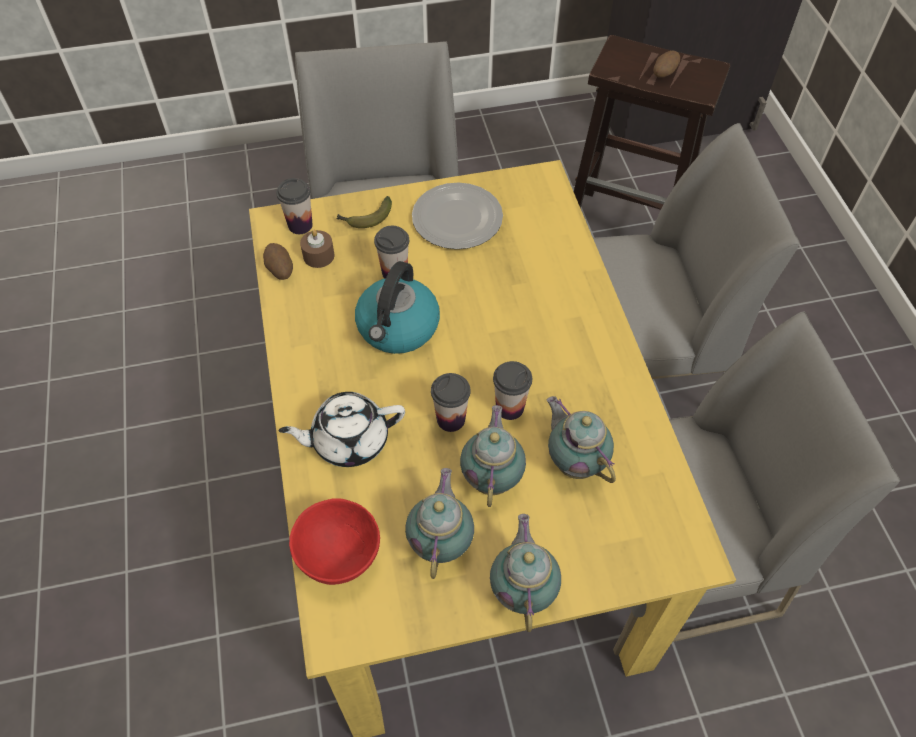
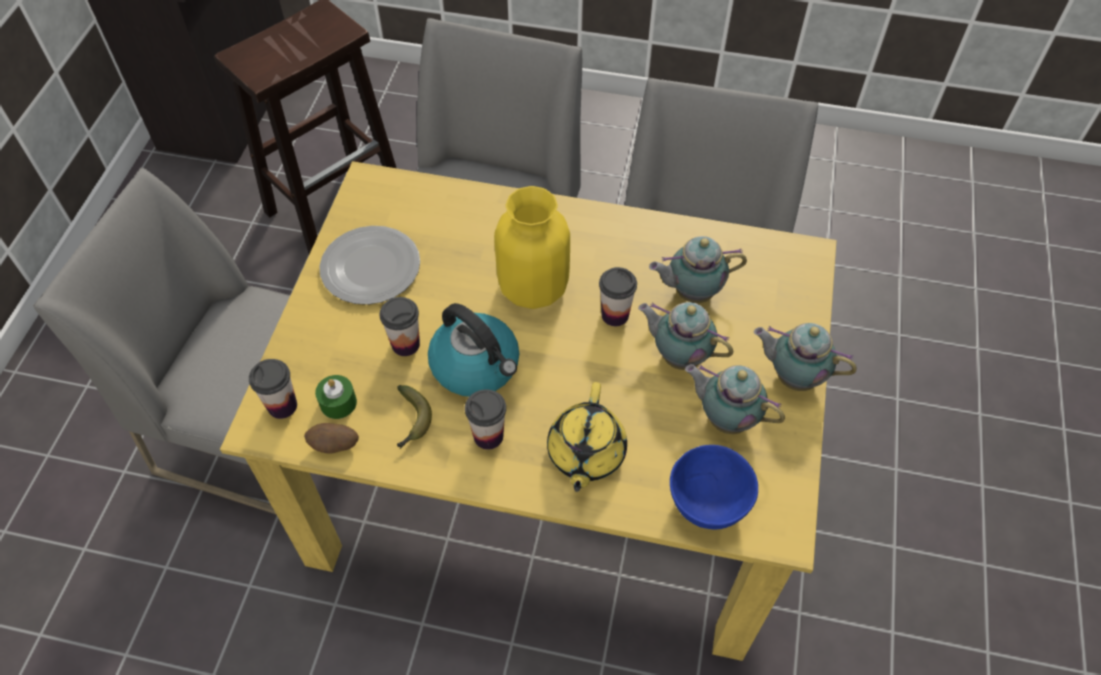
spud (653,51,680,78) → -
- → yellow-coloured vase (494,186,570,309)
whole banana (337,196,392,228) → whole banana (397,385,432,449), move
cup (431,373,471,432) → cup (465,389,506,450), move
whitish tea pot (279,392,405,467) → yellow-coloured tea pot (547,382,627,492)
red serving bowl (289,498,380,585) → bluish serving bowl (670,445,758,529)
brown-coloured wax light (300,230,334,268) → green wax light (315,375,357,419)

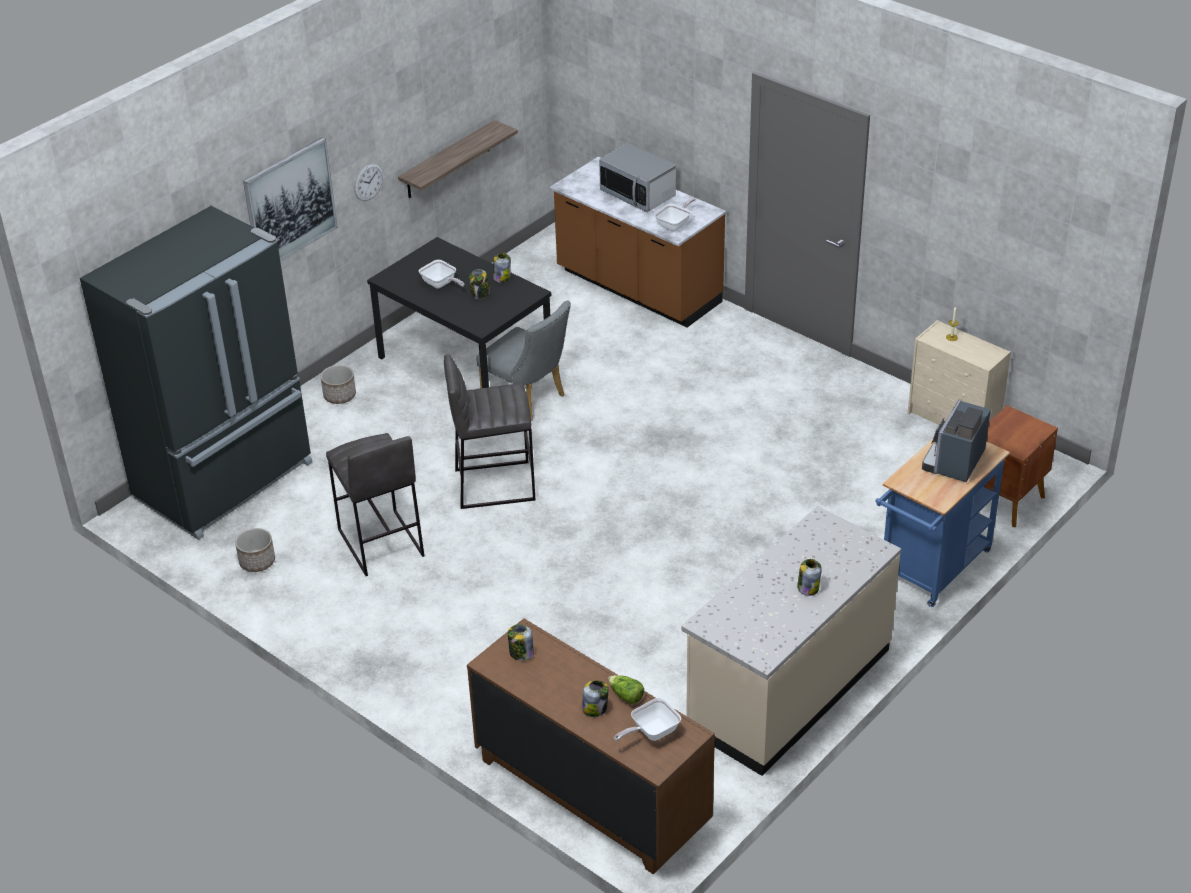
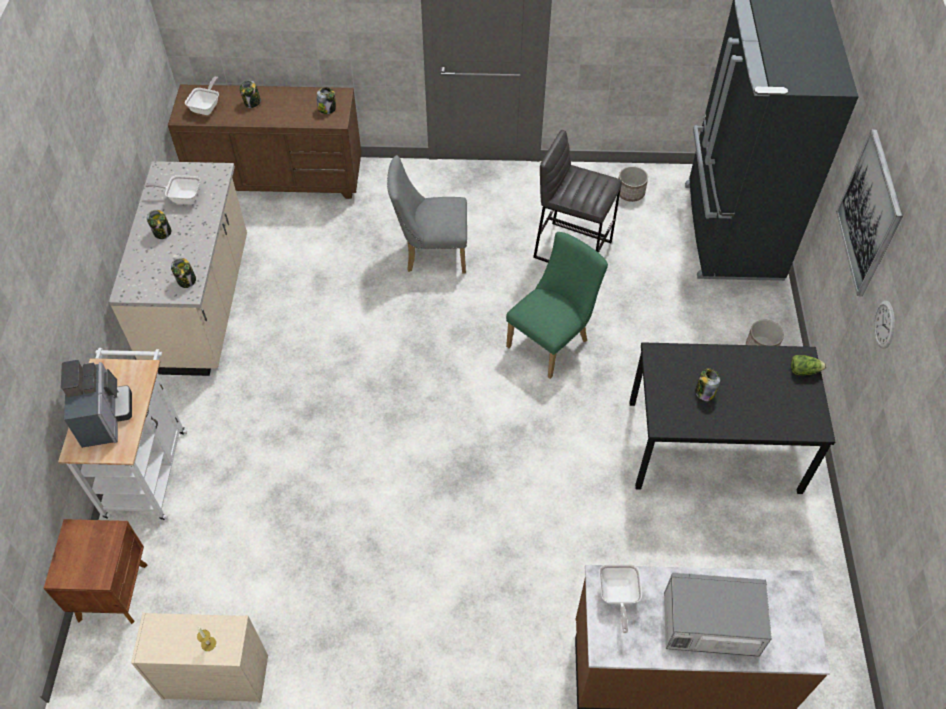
wall shelf (398,120,518,198) → -
pan (419,260,464,288) → pan (145,175,200,204), move
greyish chair (476,300,571,421) → greyish chair (387,155,467,273), move
storage jar (493,253,511,282) → storage jar (171,258,196,288), move
lettuce head (608,675,644,704) → lettuce head (791,355,827,376), move
greyish sitting stool (444,355,535,509) → green chair (506,232,608,379)
bluish cart (875,439,1010,607) → whitish cart (58,348,187,520)

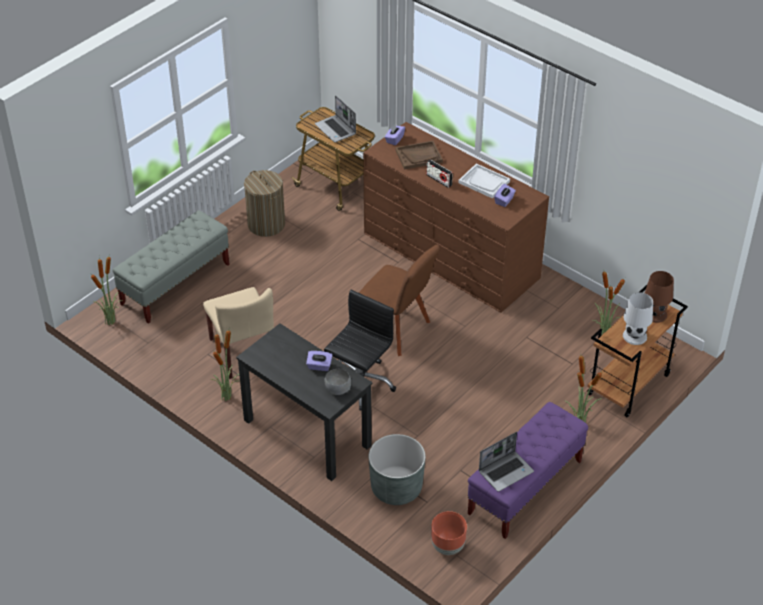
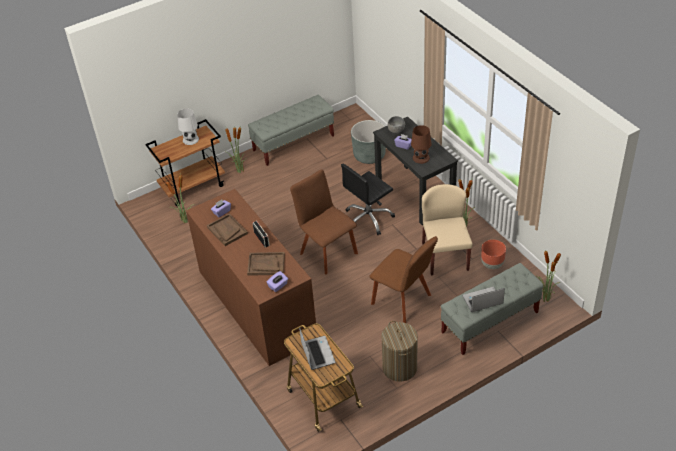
- → brown-coloured chair (370,236,438,323)
brown-coloured flower pot (431,511,467,555) → brown-coloured flower pot (481,240,506,269), move
portable computer (479,432,534,492) → portable computer (463,287,505,312), move
brown-coloured tabletop lamp (645,271,674,323) → brown-coloured tabletop lamp (411,125,431,164), move
whitish tray (458,164,510,199) → brown-coloured tray (207,214,248,246)
purple bench (468,402,588,539) → greyish bench (248,95,334,166)

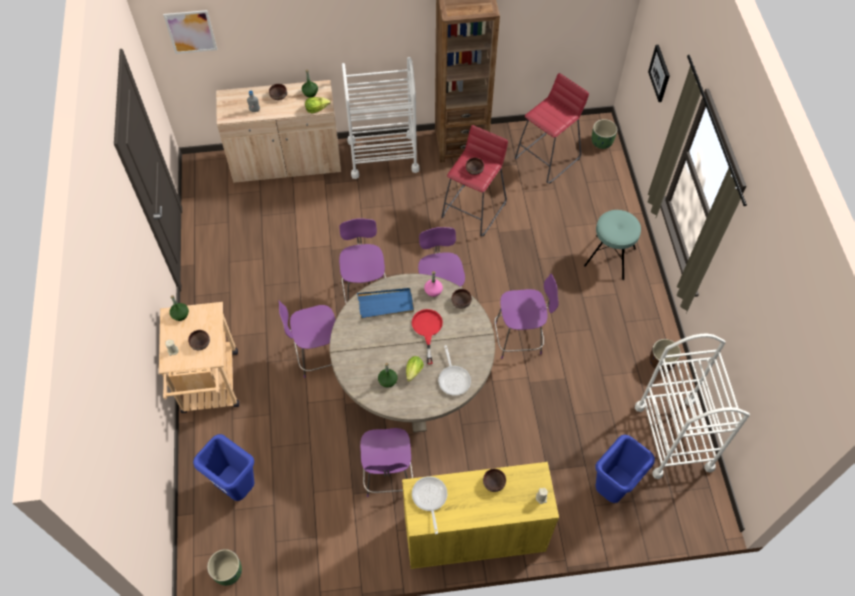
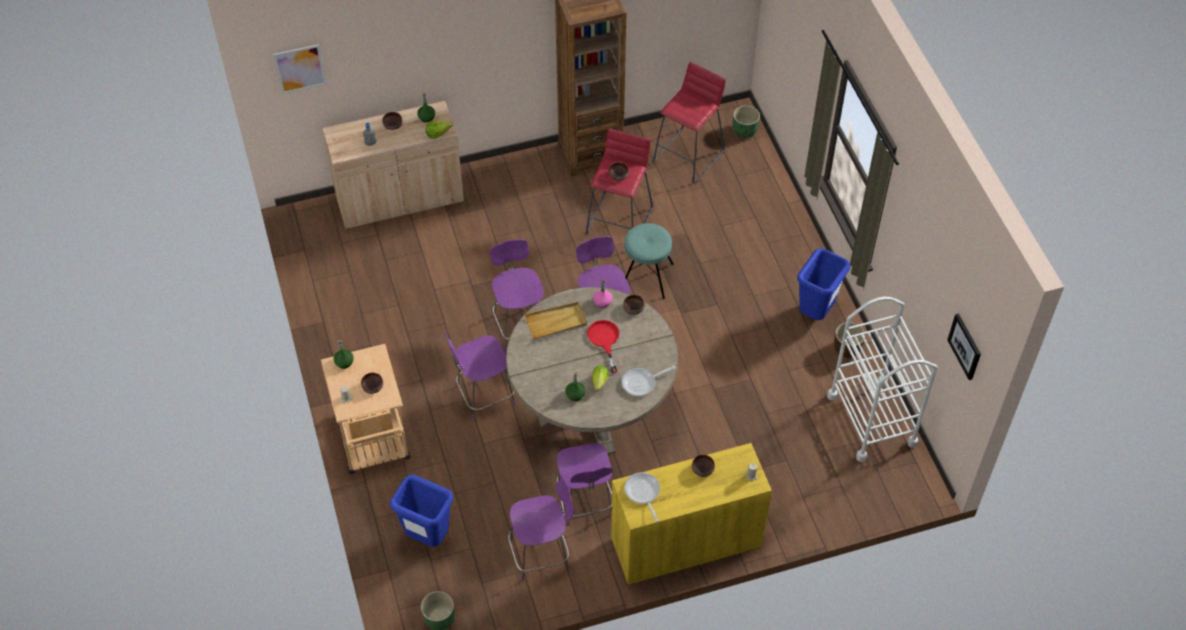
whitish cart (342,57,419,179) → -
purple chair (494,273,559,359) → purple chair (508,475,574,581), move
turquoise-coloured sitting stool (584,210,641,280) → turquoise-coloured sitting stool (624,223,674,299), move
bluish trash can (595,435,655,503) → bluish trash can (797,248,850,320), move
wall art (648,45,670,102) → wall art (947,313,981,380), move
bluish tray (357,288,414,319) → beige tray (525,302,587,339)
pan (438,345,471,396) → pan (622,366,675,396), 90 degrees clockwise

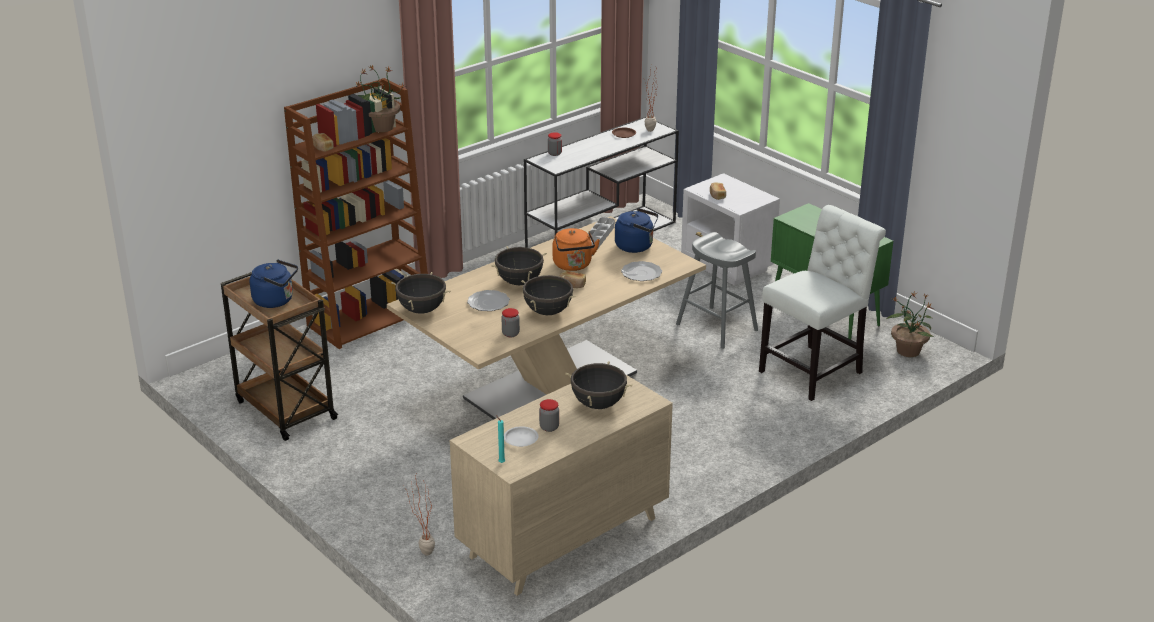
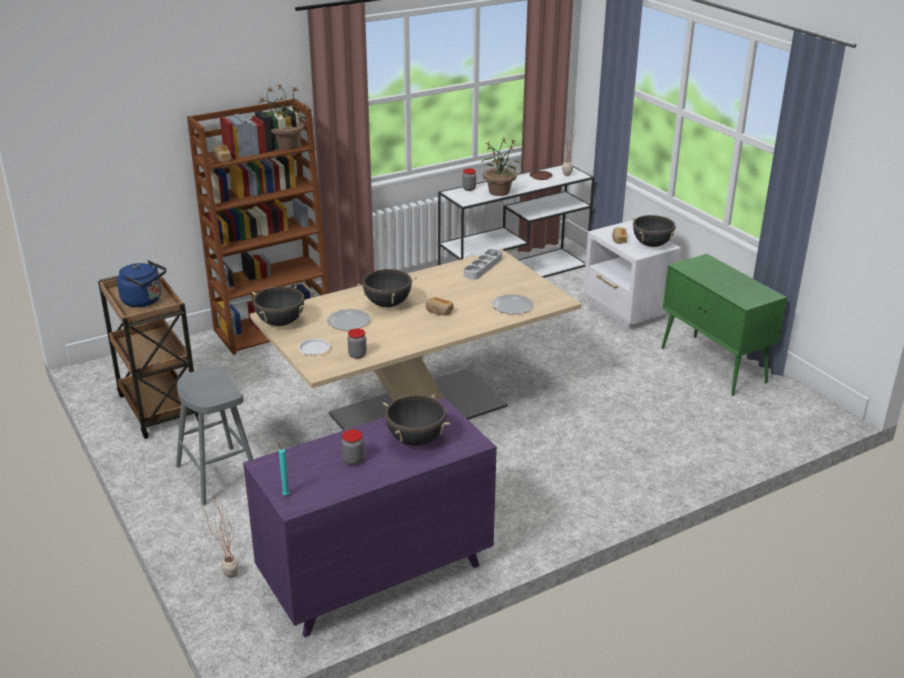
orange water kettle (553,228,600,271) → -
bluish water kettle (615,208,658,253) → -
whitish chair (759,205,886,401) → -
whitish plate (504,426,539,447) → whitish plate (298,339,330,355), move
black cooking pot (521,275,575,315) → black cooking pot (632,215,677,247), move
greyish sitting stool (676,232,758,349) → greyish sitting stool (176,366,253,505), move
houseplant (886,292,933,357) → houseplant (483,138,520,196), move
beige chest of drawers (450,374,673,596) → purple chest of drawers (243,398,497,638)

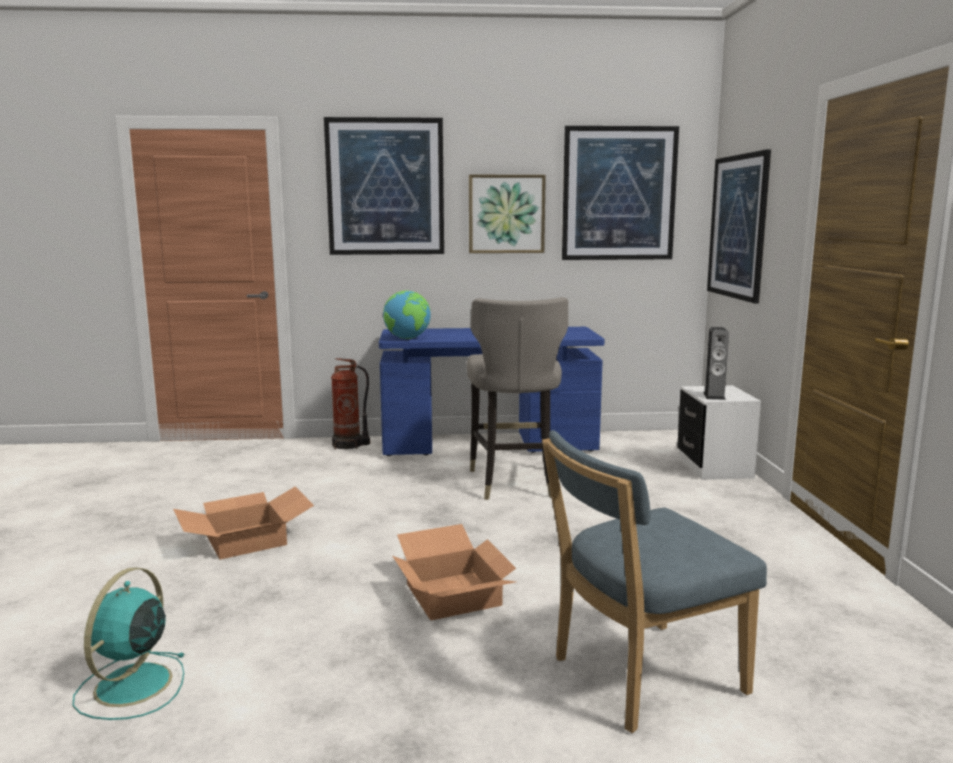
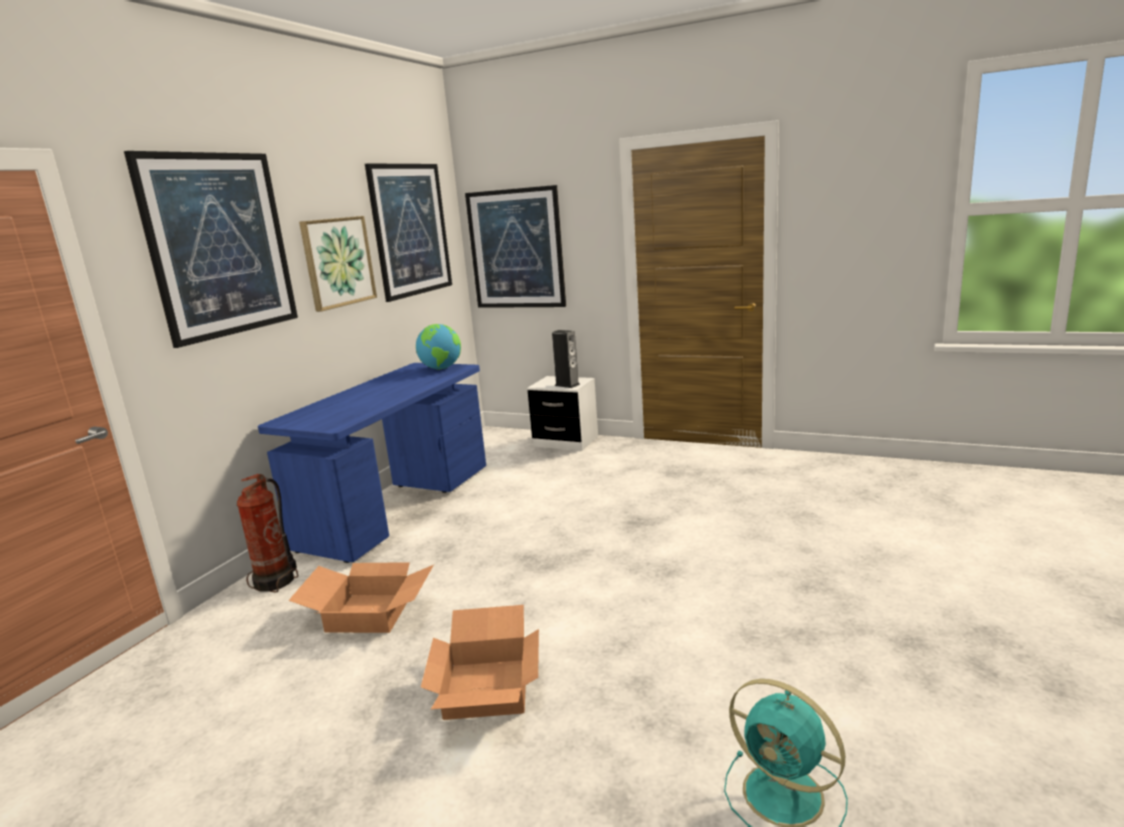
greyish sitting stool (467,297,568,500) → -
bluish chair (542,430,767,733) → -
desk globe (383,290,431,339) → desk globe (416,324,461,369), move
cardboard box (392,524,516,620) → cardboard box (288,562,434,633), move

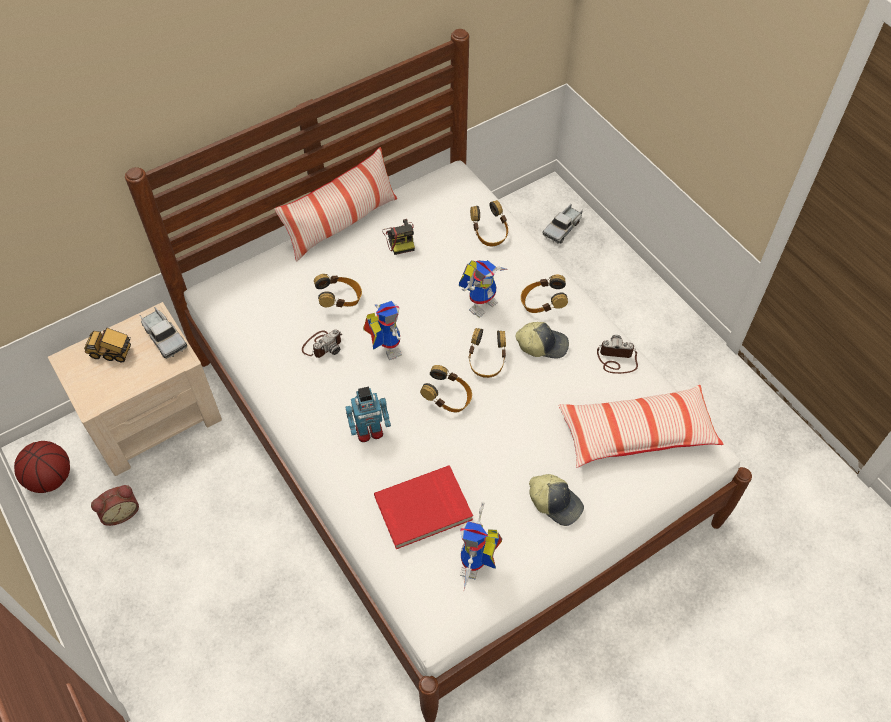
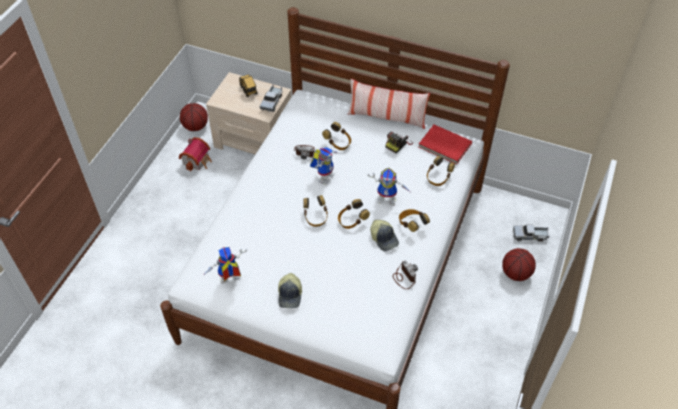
model robot (345,387,391,442) → -
pillow (559,385,723,467) → -
- → basketball (502,248,536,281)
red volume (374,465,473,549) → red volume (419,125,472,164), move
bedside clock (91,485,139,526) → miniature house (179,137,212,171)

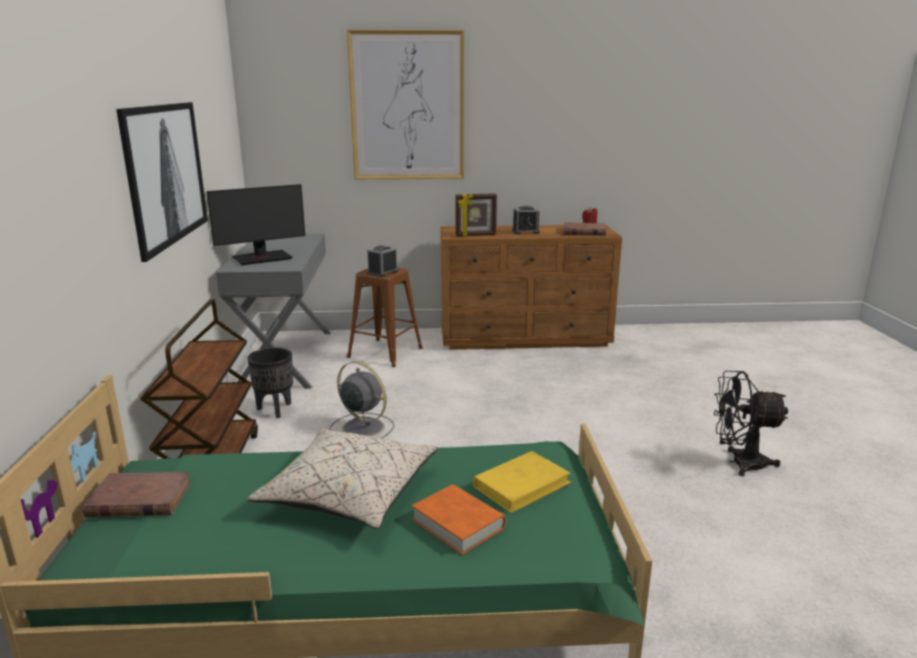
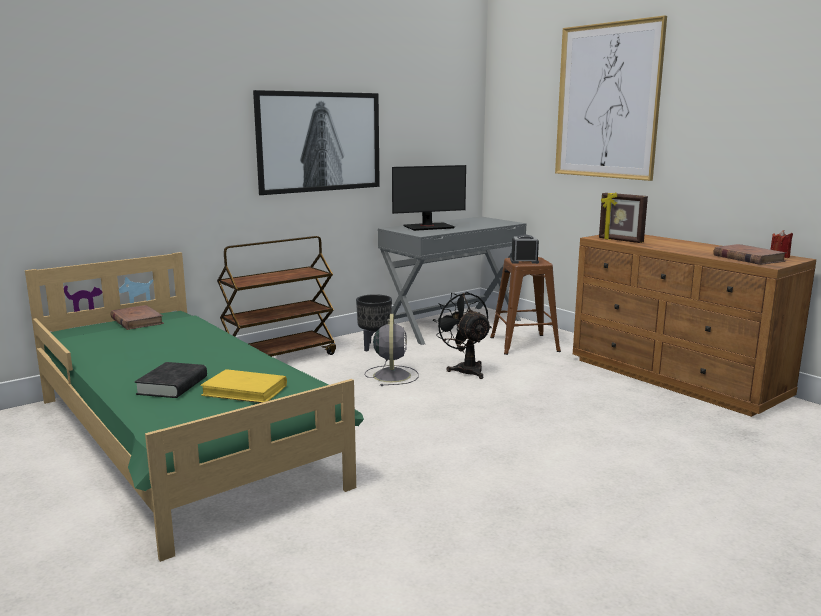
beige pillow (247,428,438,528) → -
bedside clock (512,206,540,234) → -
black electric fan (714,371,788,476) → black electric fan (433,292,492,379), move
orange volume (412,484,506,555) → black volume (135,362,207,398)
computer screen (206,184,305,265) → computer screen (392,165,466,231), 45 degrees counterclockwise

